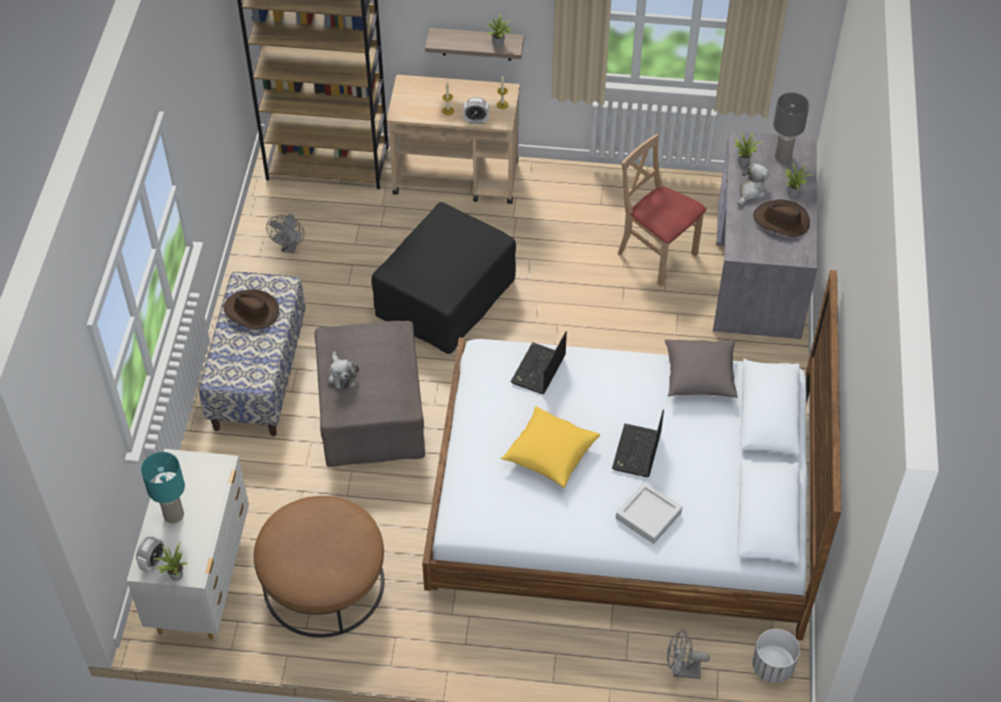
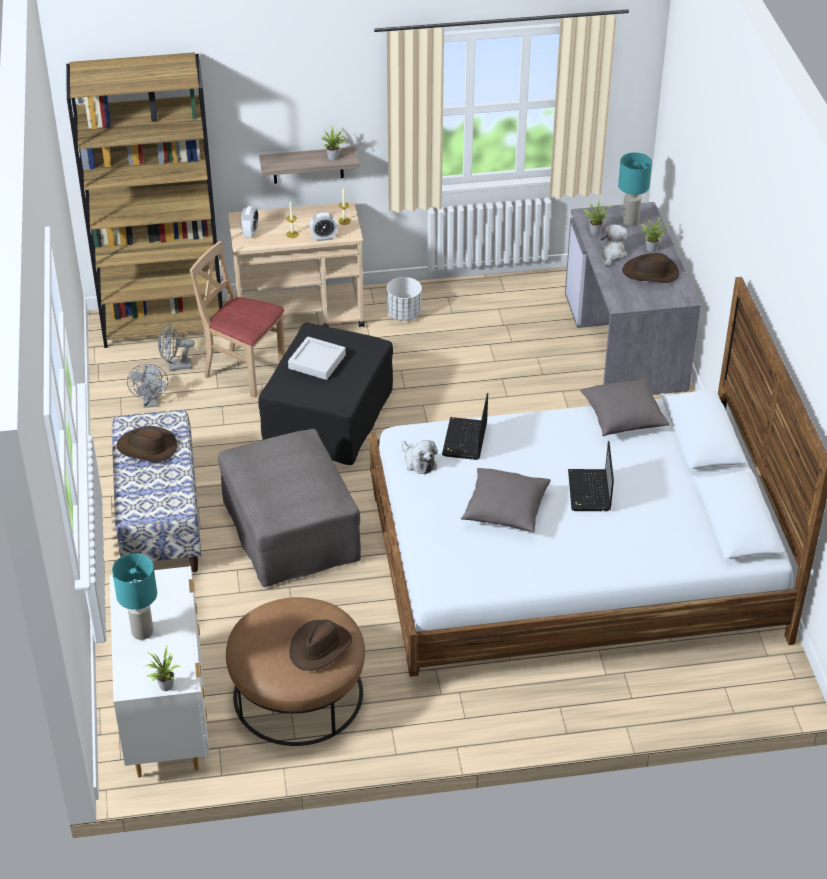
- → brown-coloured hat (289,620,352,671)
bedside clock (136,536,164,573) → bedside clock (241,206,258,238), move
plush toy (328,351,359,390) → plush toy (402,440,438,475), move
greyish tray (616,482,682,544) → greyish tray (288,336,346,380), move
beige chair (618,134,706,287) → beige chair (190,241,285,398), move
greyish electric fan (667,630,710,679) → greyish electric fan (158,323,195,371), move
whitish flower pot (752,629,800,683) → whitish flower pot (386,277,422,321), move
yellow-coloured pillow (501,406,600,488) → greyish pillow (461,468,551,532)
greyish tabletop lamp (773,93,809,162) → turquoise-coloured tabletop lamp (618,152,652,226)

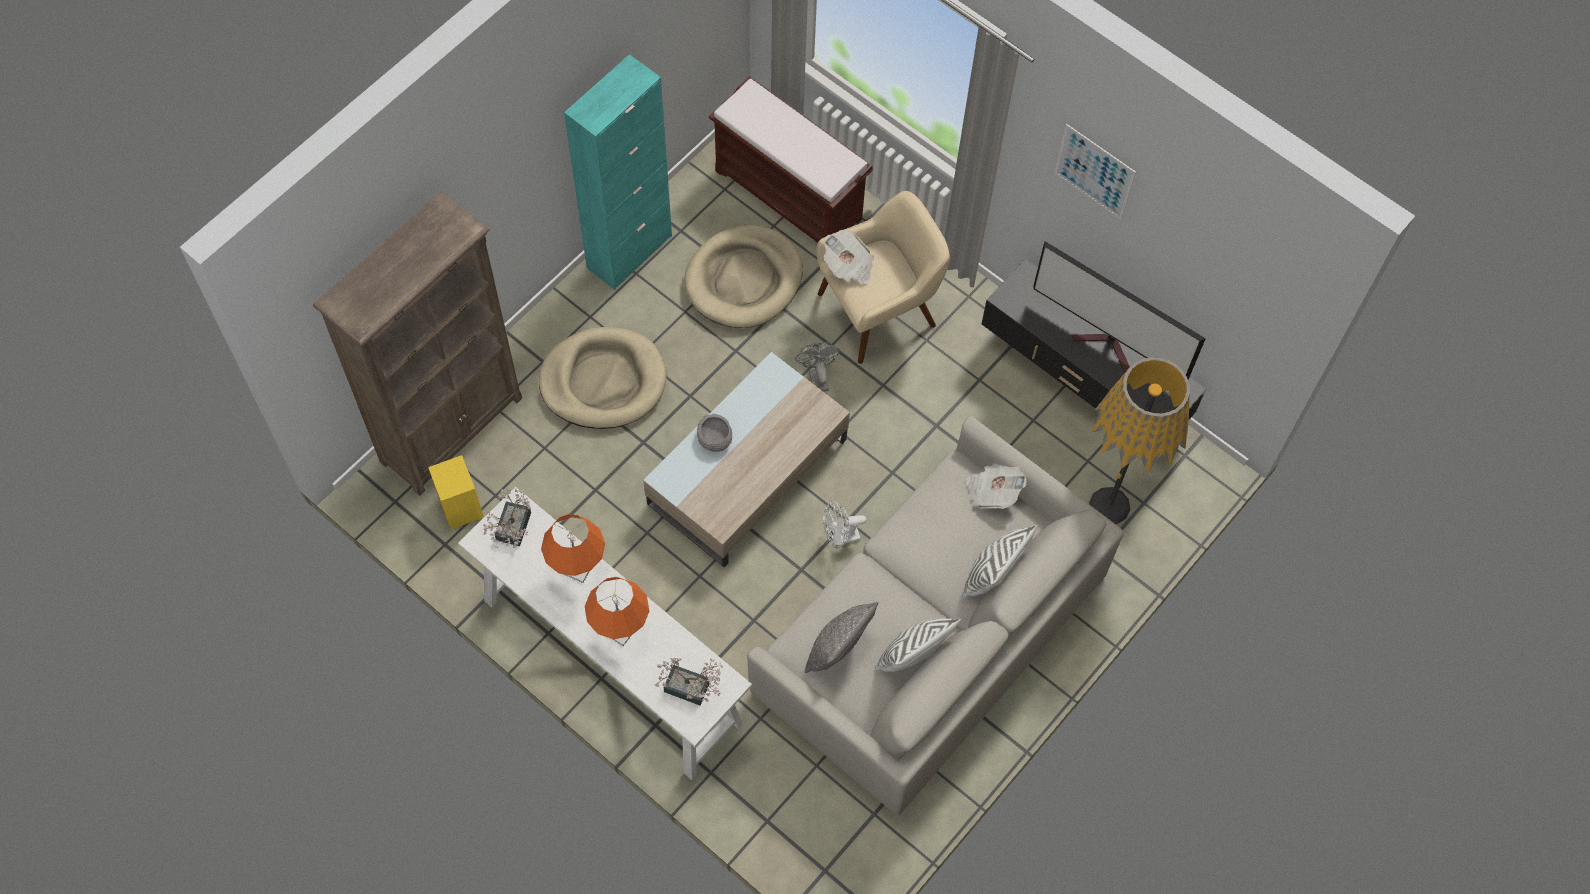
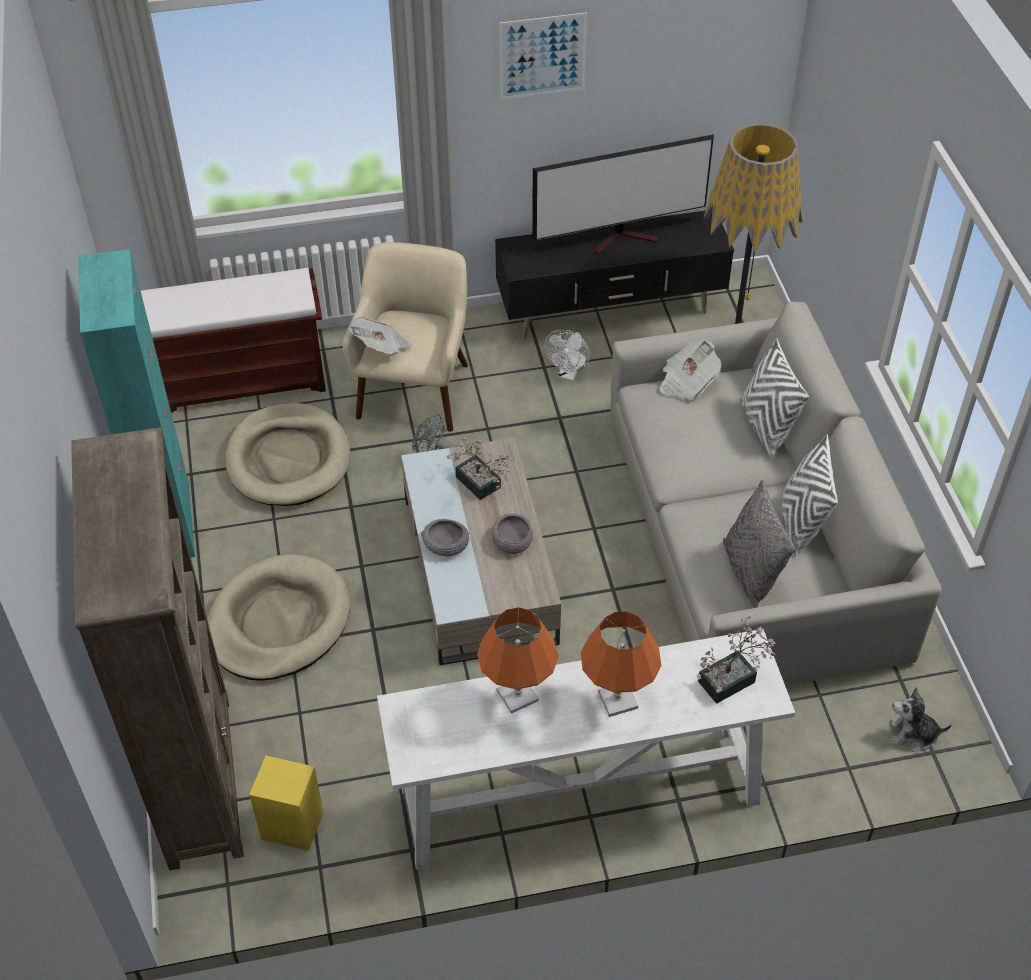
- → greyish serving bowl (492,513,533,554)
- → plush toy (890,687,952,752)
houseplant (483,488,531,548) → houseplant (447,437,513,500), move
whitish electric fan (823,500,866,548) → whitish electric fan (544,330,590,381), move

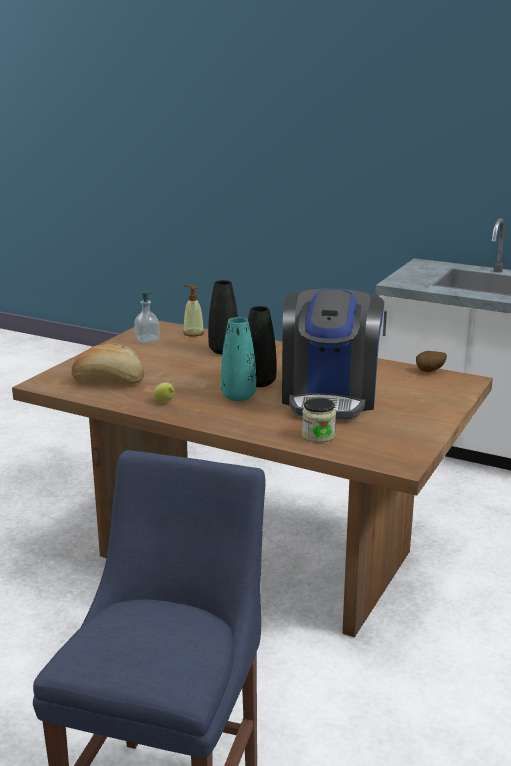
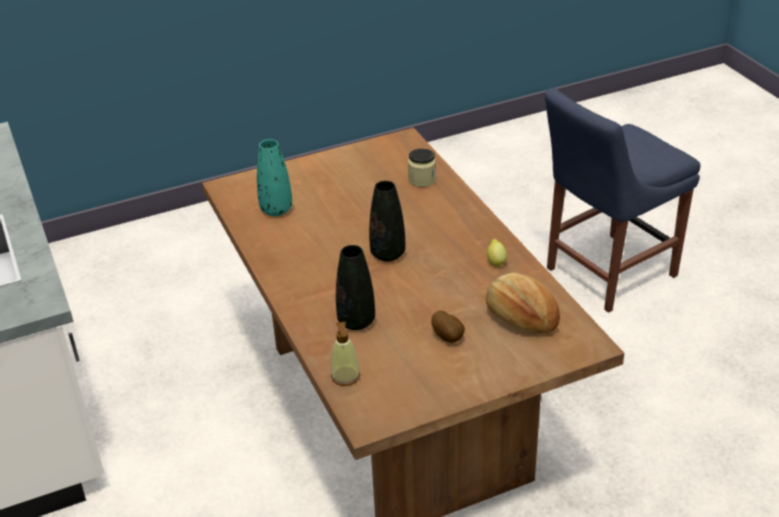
soap bottle (134,291,160,343) → -
coffee machine (282,289,384,419) → -
turquoise-coloured vase (221,317,256,401) → turquoise-coloured vase (257,139,292,216), move
spud (416,351,447,372) → spud (431,310,465,343), move

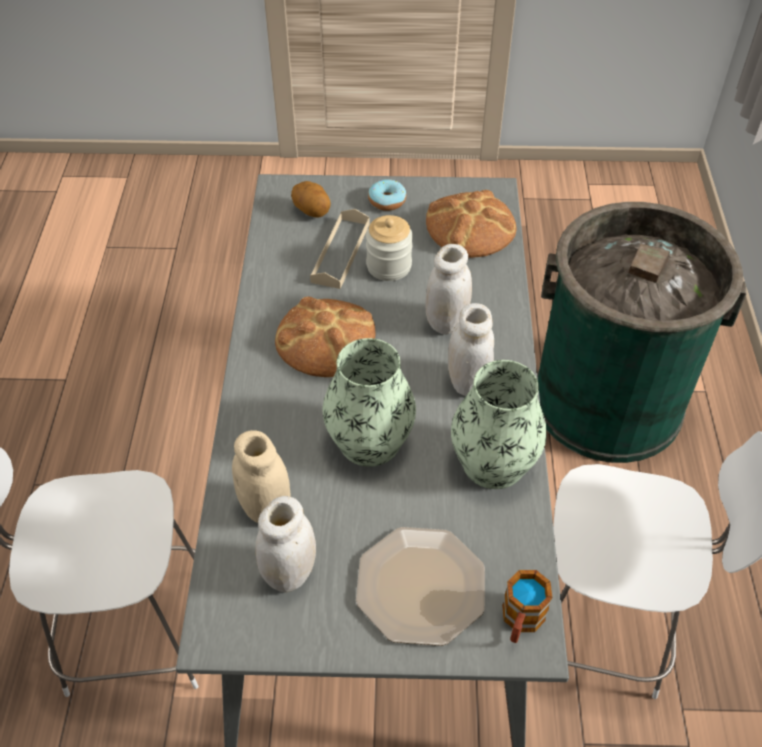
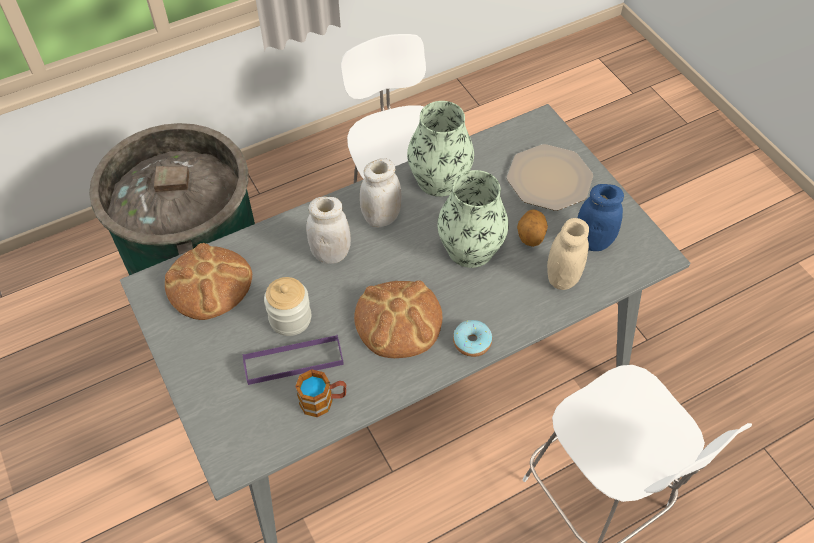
spud (291,181,331,217) → spud (517,209,548,247), move
ring doughnut (368,180,406,211) → ring doughnut (453,320,492,357), move
tea mug (502,570,552,643) → tea mug (295,369,346,417), move
whitish storage jar (255,496,316,593) → bluish storage jar (578,184,624,251)
beige tray (310,209,370,289) → purple tray (243,335,344,385)

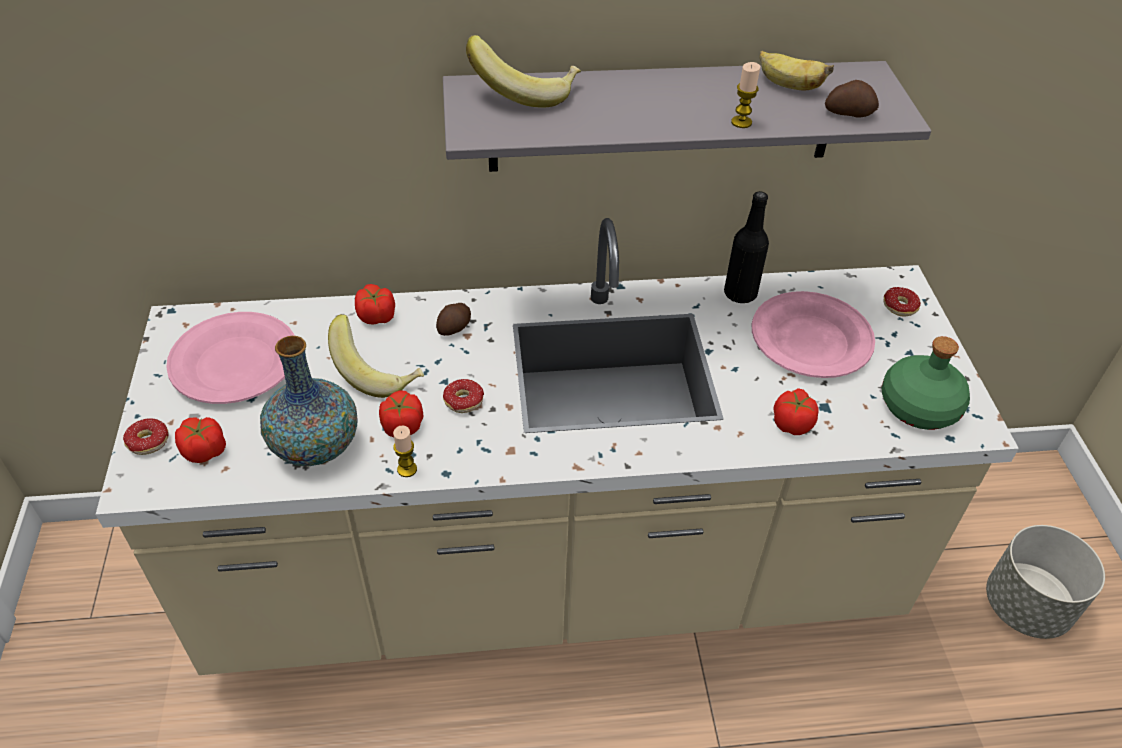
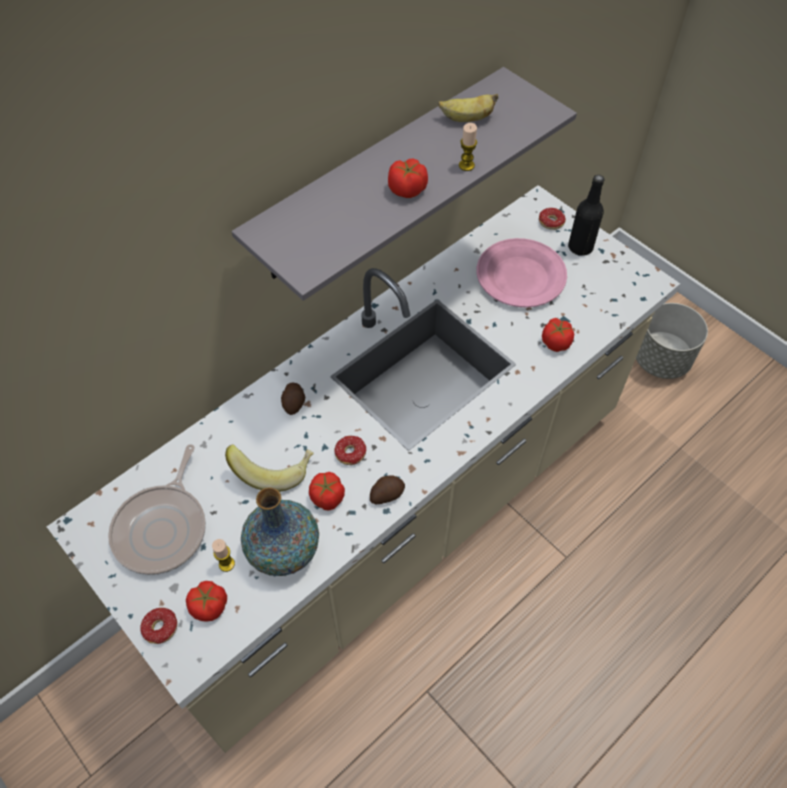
whole banana (466,35,581,108) → -
green beverage bottle (882,336,970,430) → -
fresh tomato (355,284,395,325) → fresh tomato (388,158,428,198), move
wax light (393,425,417,477) → wax light (212,539,235,572), move
black beverage bottle (724,191,769,304) → black beverage bottle (568,175,604,256), move
spud (825,80,879,117) → spud (370,475,405,505), move
pink-coloured plate (166,312,295,404) → pan (108,444,206,575)

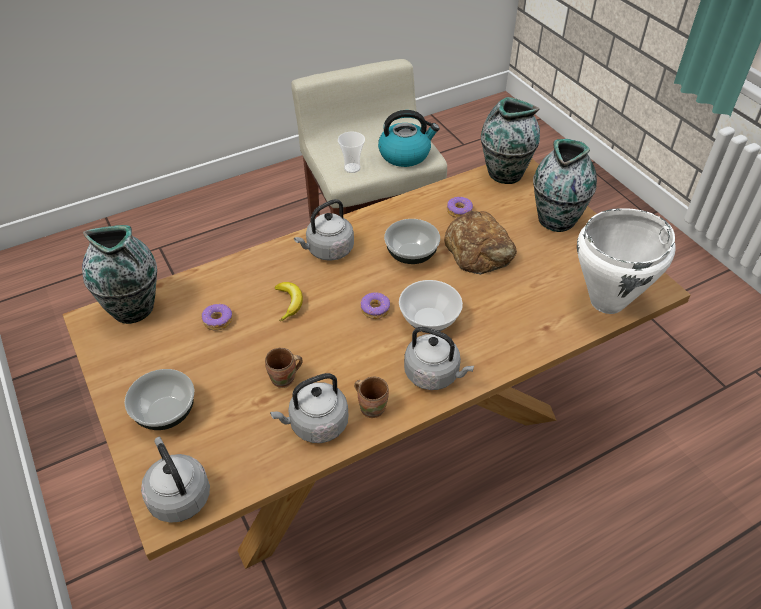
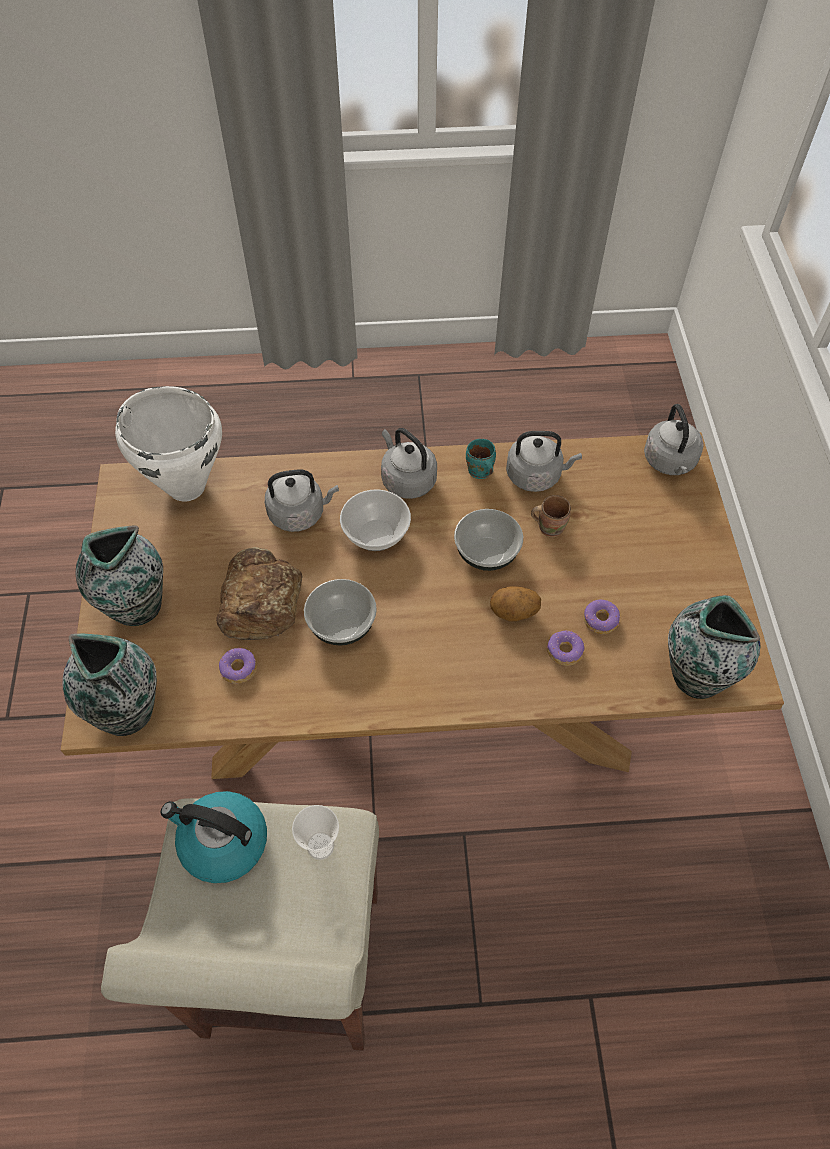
serving bowl (124,369,194,430) → serving bowl (454,509,523,571), move
greyish water kettle (294,199,354,261) → greyish water kettle (265,469,339,532), move
ring doughnut (361,292,390,319) → ring doughnut (547,631,584,666), move
whole banana (274,282,303,321) → spud (490,586,541,621)
brown-coloured tea mug (354,376,389,418) → turquoise-coloured tea mug (466,439,496,479)

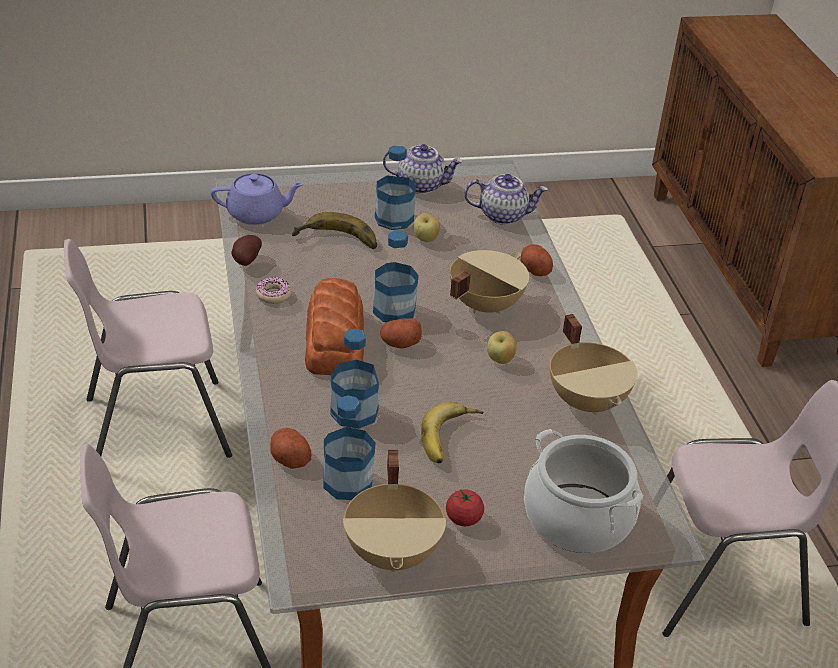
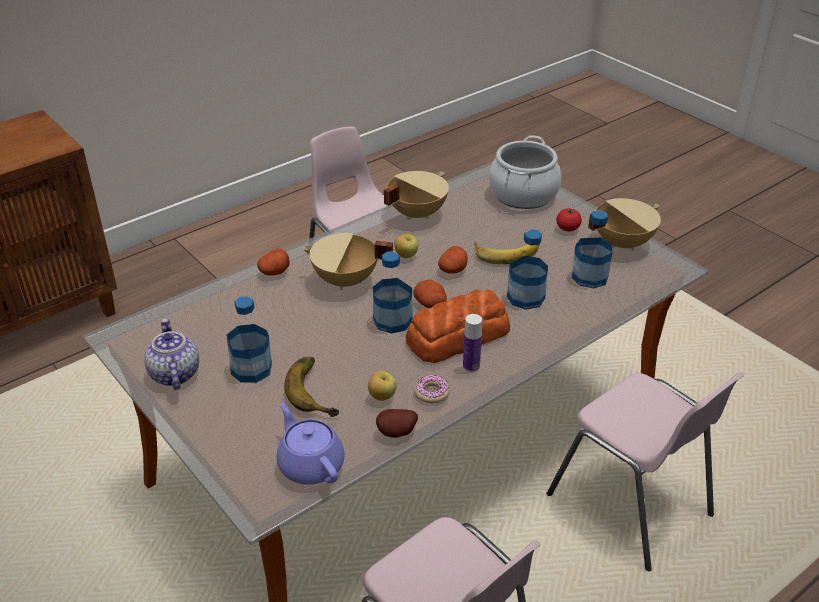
tea pot (464,174,548,225) → -
- → beverage bottle (463,314,482,372)
spud (270,428,311,469) → spud (438,246,468,274), move
whole apple (414,213,440,242) → whole apple (368,371,397,401), move

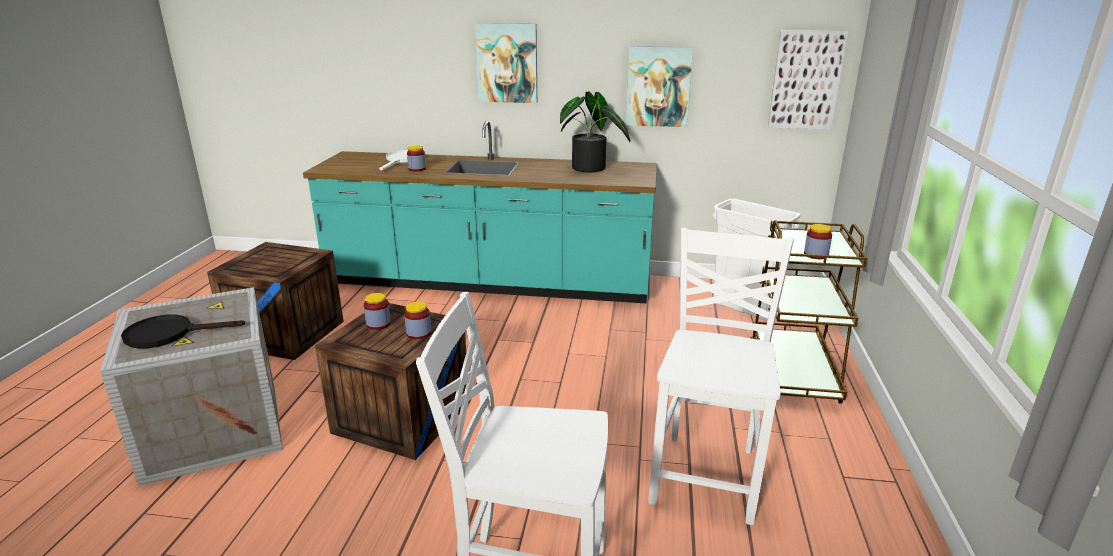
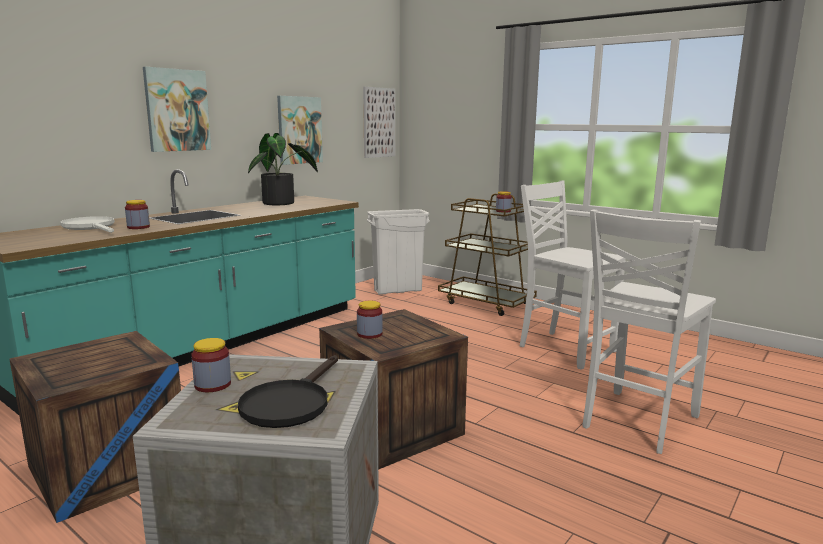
storage jar (404,301,431,340) → storage jar (191,338,231,392), move

